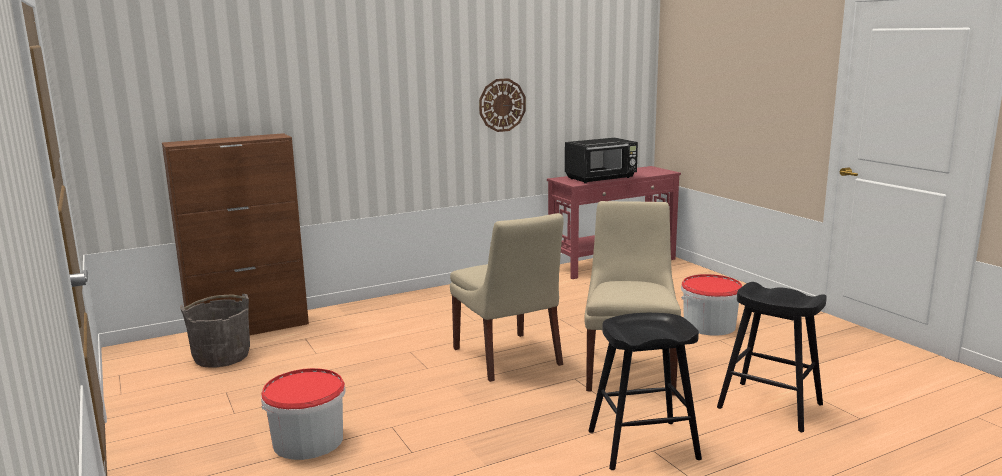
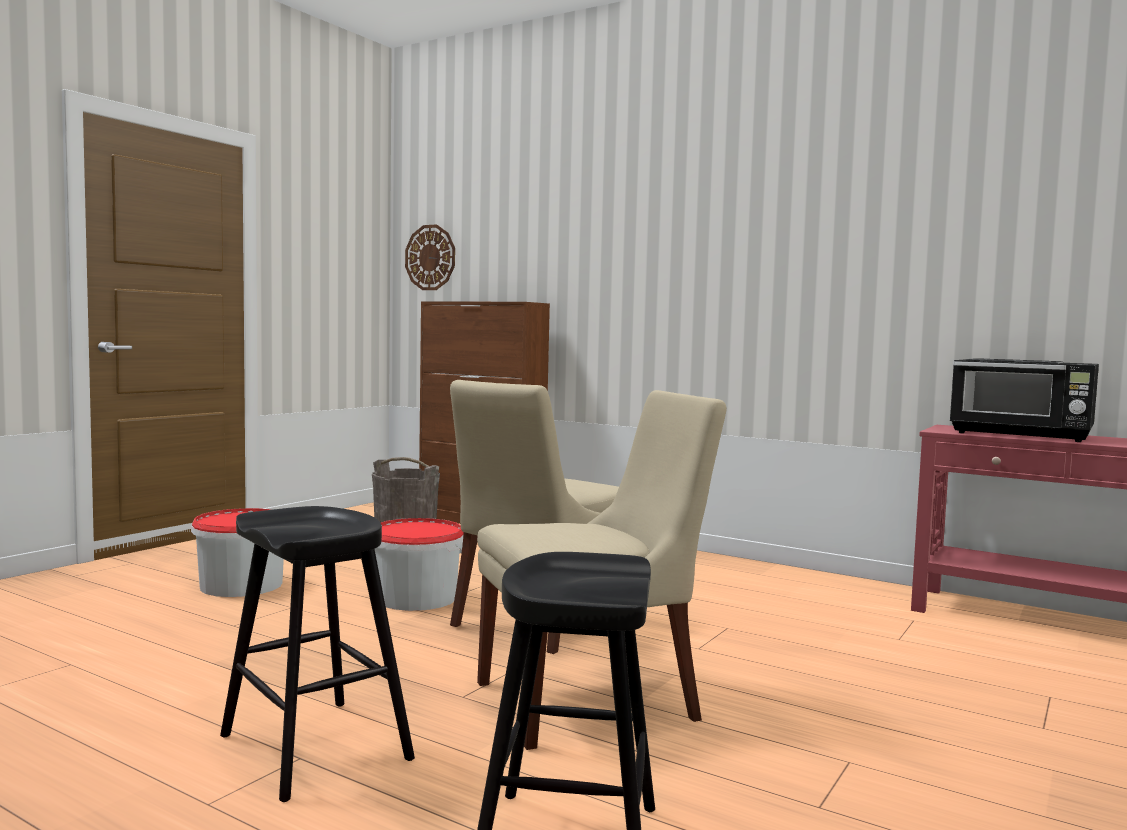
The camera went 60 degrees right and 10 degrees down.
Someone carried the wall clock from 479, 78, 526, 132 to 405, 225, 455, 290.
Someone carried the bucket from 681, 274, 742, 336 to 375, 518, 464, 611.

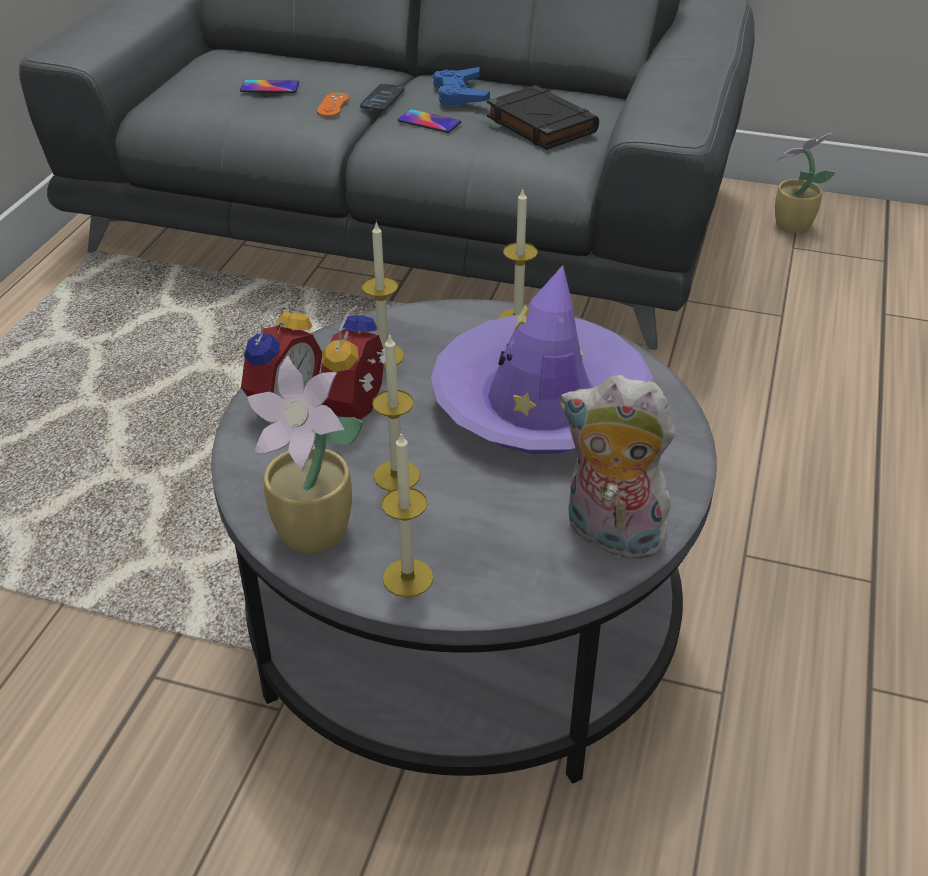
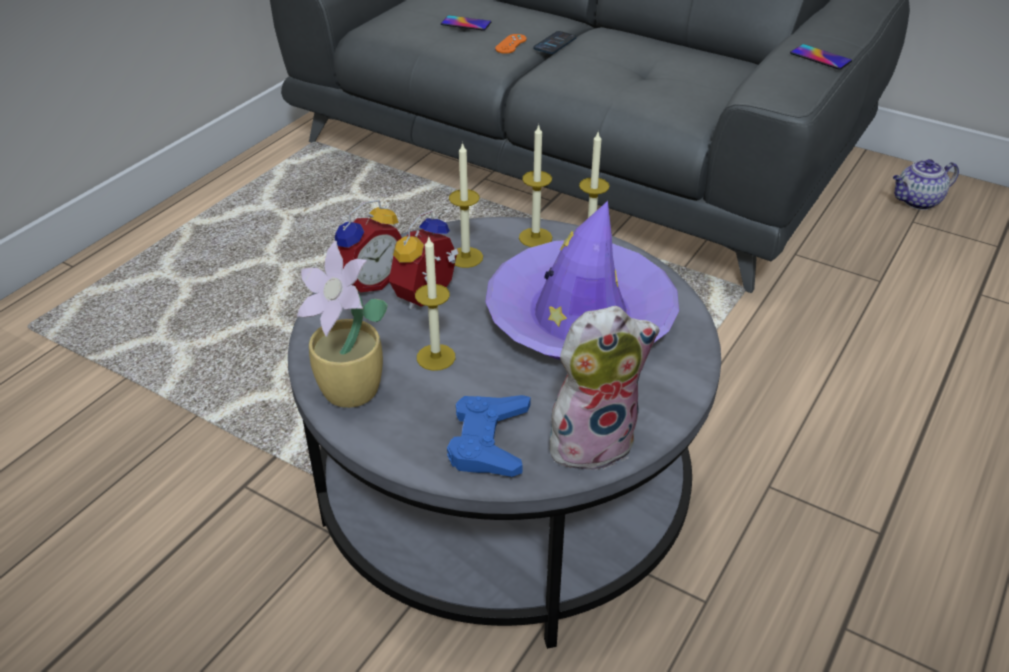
The camera went 15 degrees right and 0 degrees up.
Someone carried the blue game controller from 433, 67, 490, 106 to 447, 395, 531, 477.
Someone took away the black book at 487, 85, 599, 150.
Someone carried the phone from 397, 109, 461, 133 to 790, 44, 852, 70.
Someone swapped the potted plant at 775, 133, 836, 233 for the teapot at 893, 159, 959, 210.
Someone rotated the plush toy at 560, 375, 675, 563 by 120 degrees clockwise.
Someone carried the candle from 382, 432, 434, 597 to 519, 124, 552, 247.

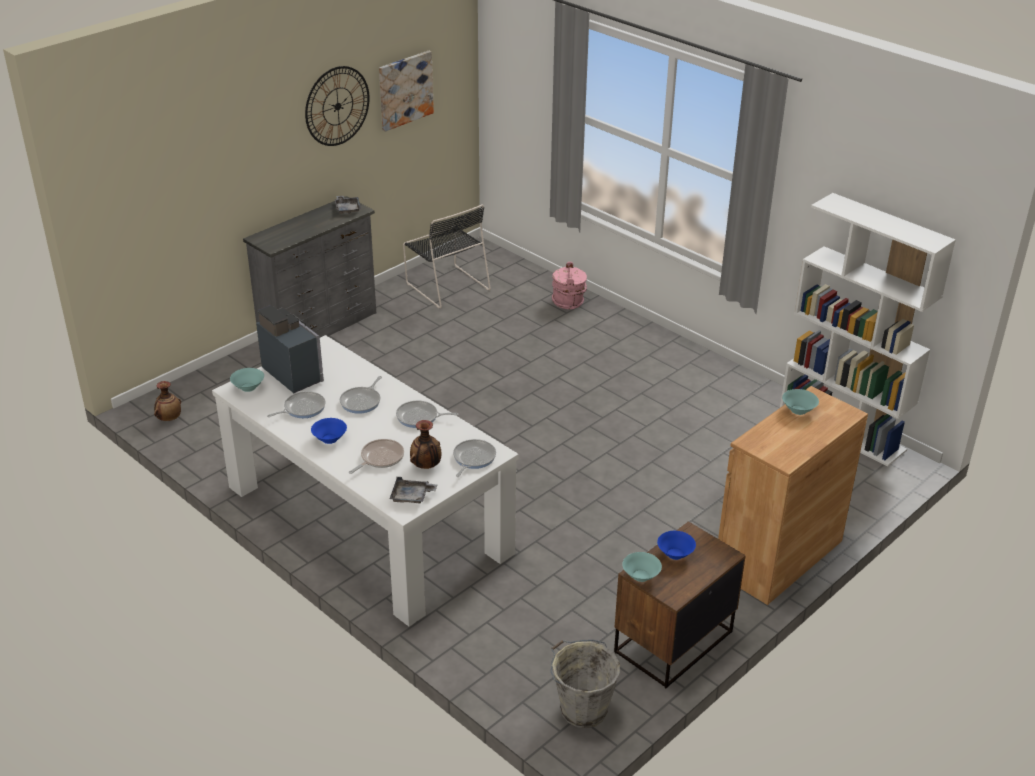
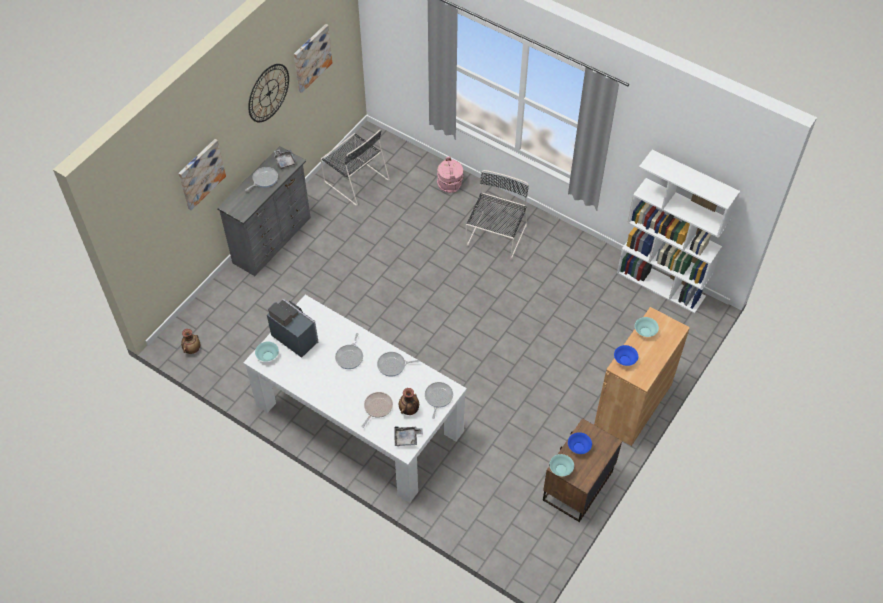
The camera went 10 degrees left and 20 degrees up.
Someone carried the frying pan from 267, 391, 326, 418 to 245, 167, 278, 191.
Someone carried the blue bowl from 311, 418, 347, 444 to 614, 345, 638, 366.
Someone took away the grey bucket at 551, 640, 620, 728.
Someone put up the picture at 178, 139, 226, 210.
Someone put down the black chair at 466, 170, 529, 260.

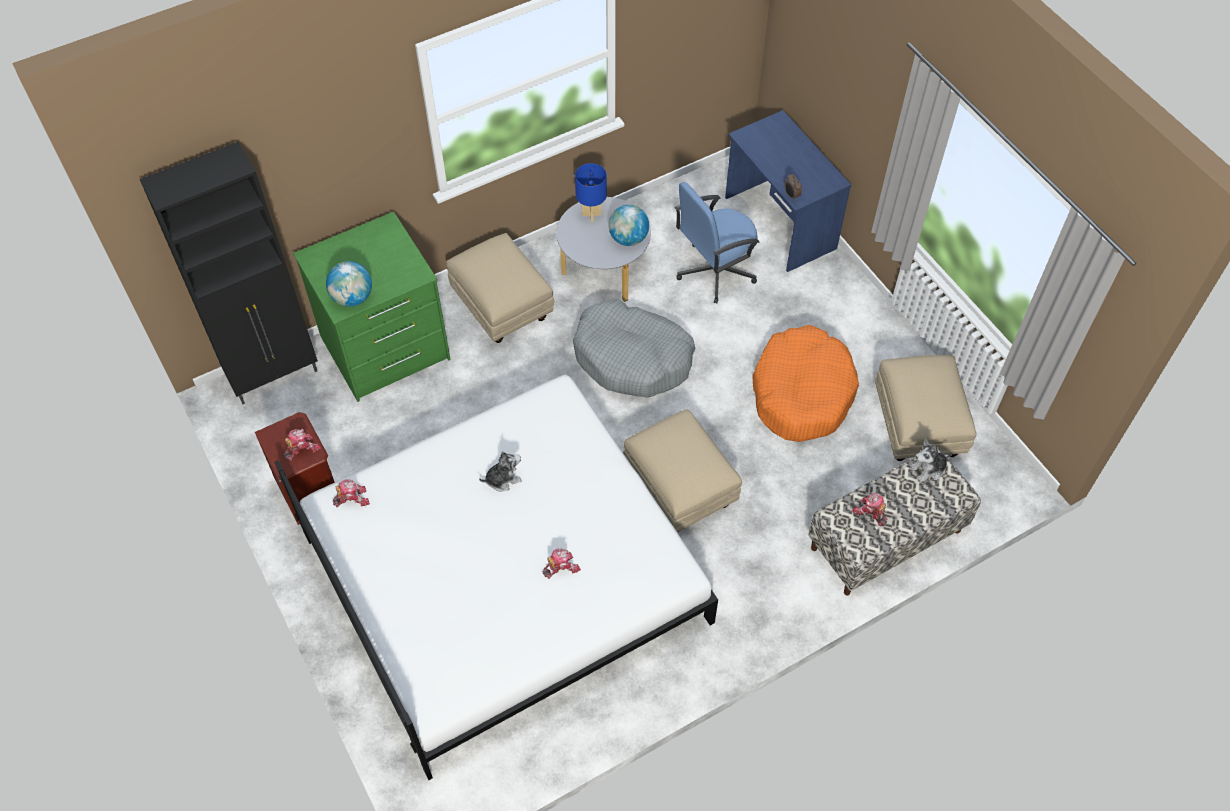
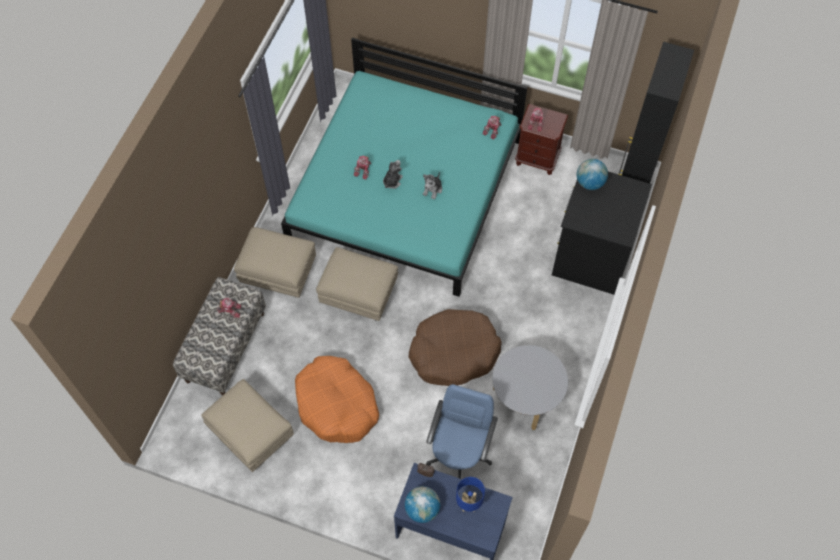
The camera went 140 degrees right and 5 degrees up.
Someone carried the blue table lamp from 575, 163, 607, 222 to 456, 477, 485, 512.
Someone carried the globe from 608, 205, 649, 246 to 405, 486, 440, 523.
Someone repainted the green dresser at 293, 212, 450, 402, which became the black dresser at 552, 172, 652, 295.
Someone carried the beige ottoman from 446, 233, 554, 343 to 234, 227, 316, 298.
Someone repainted the grey dog bed at 573, 300, 695, 398, which became the brown dog bed at 408, 309, 502, 386.
Someone repainted the white bed at 274, 375, 718, 780, which became the turquoise bed at 281, 38, 527, 297.
Someone carried the plush toy from 910, 439, 953, 482 to 383, 160, 403, 189.

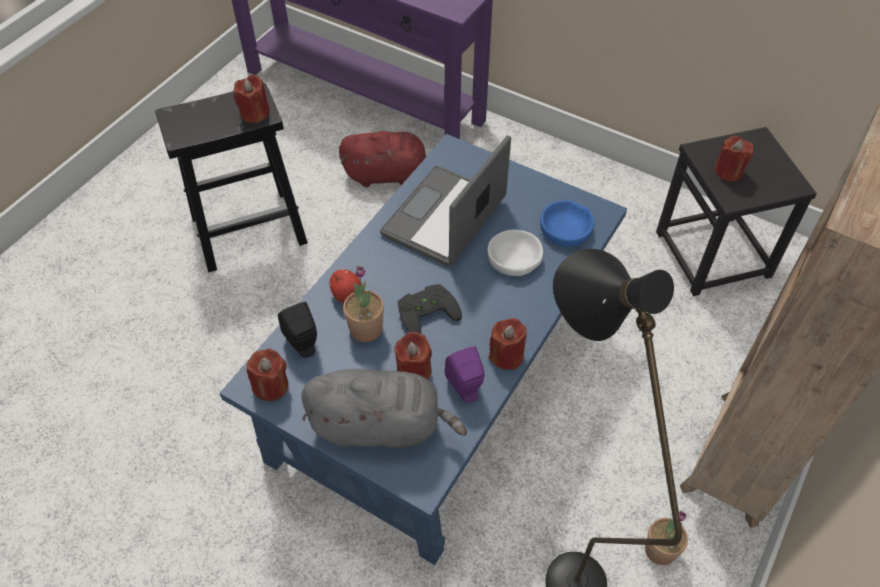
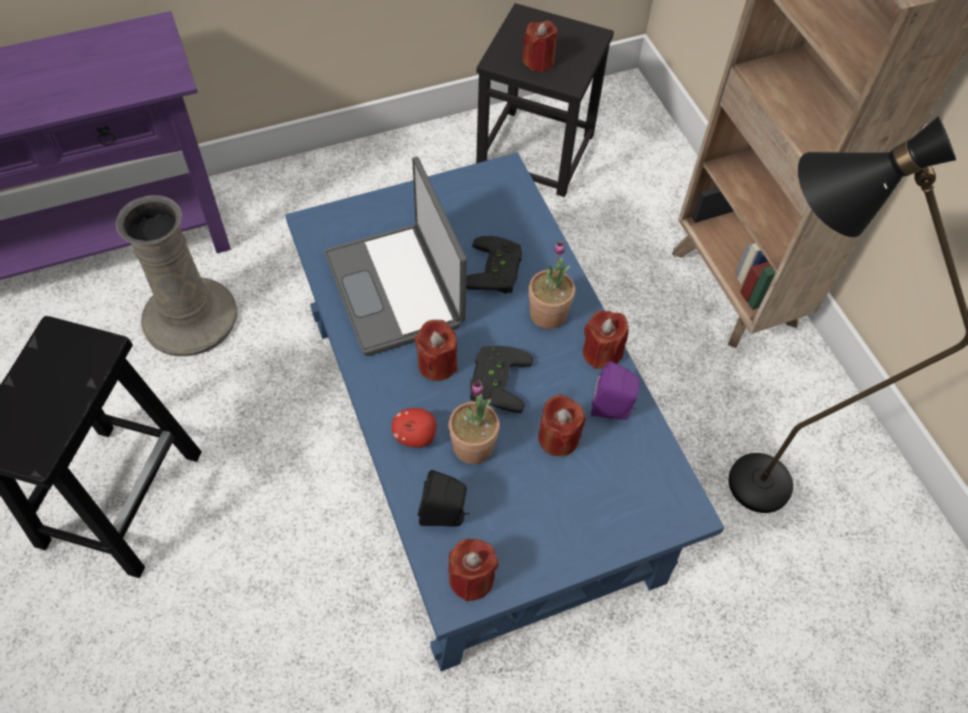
The camera went 55 degrees left and 5 degrees up.
Someone carried the red candle from 234, 75, 270, 123 to 415, 320, 457, 381.
Someone swapped the red plush toy at 339, 131, 427, 187 for the beige vase at 116, 195, 237, 356.
Someone took away the blue bowl at 540, 200, 595, 247.
Someone swapped the white bowl at 488, 230, 543, 276 for the black game controller at 466, 236, 522, 294.
Someone took away the grey plush toy at 301, 369, 467, 449.
Someone carried the potted plant from 645, 511, 688, 565 to 529, 241, 575, 329.

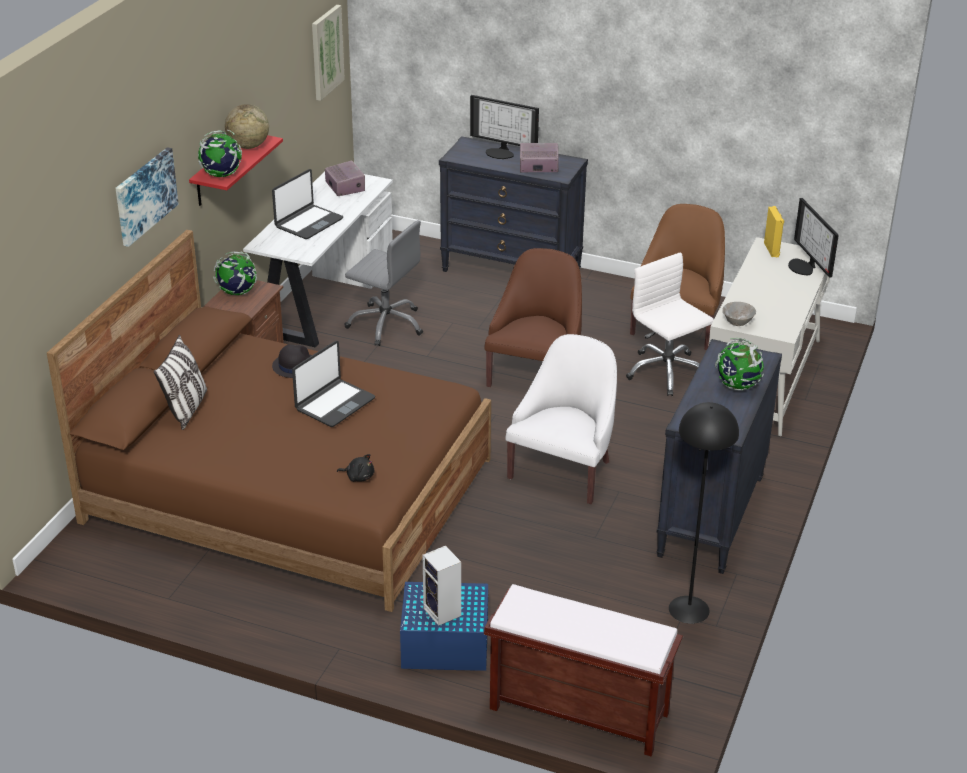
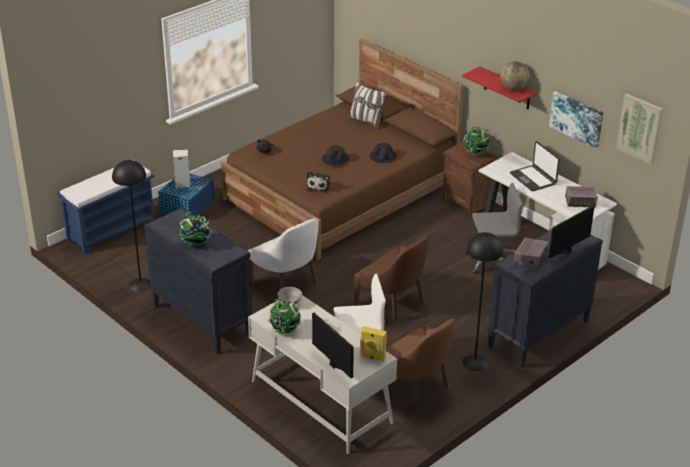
The camera went 115 degrees right and 0 degrees up.
Someone carried the globe from 198, 130, 242, 177 to 268, 298, 302, 334.
Someone carried the picture from 115, 147, 179, 247 to 549, 91, 603, 148.
Someone rotated the monitor at 788, 198, 839, 278 by 45 degrees clockwise.
Someone rotated the grey office chair at 344, 220, 423, 346 by 150 degrees counterclockwise.
Someone swapped the laptop at 292, 341, 375, 427 for the black hat at 322, 145, 349, 166.
Someone repainted the brown bench at 484, 584, 683, 757, which became the blue bench at 57, 160, 155, 254.
Someone put down the plush toy at 306, 171, 330, 192.
Someone put down the black floor lamp at 462, 232, 504, 371.

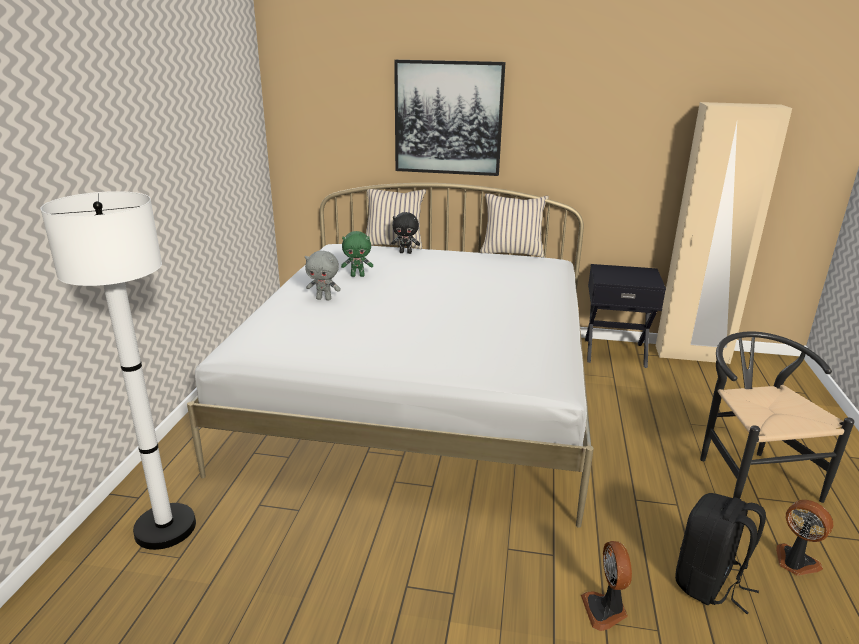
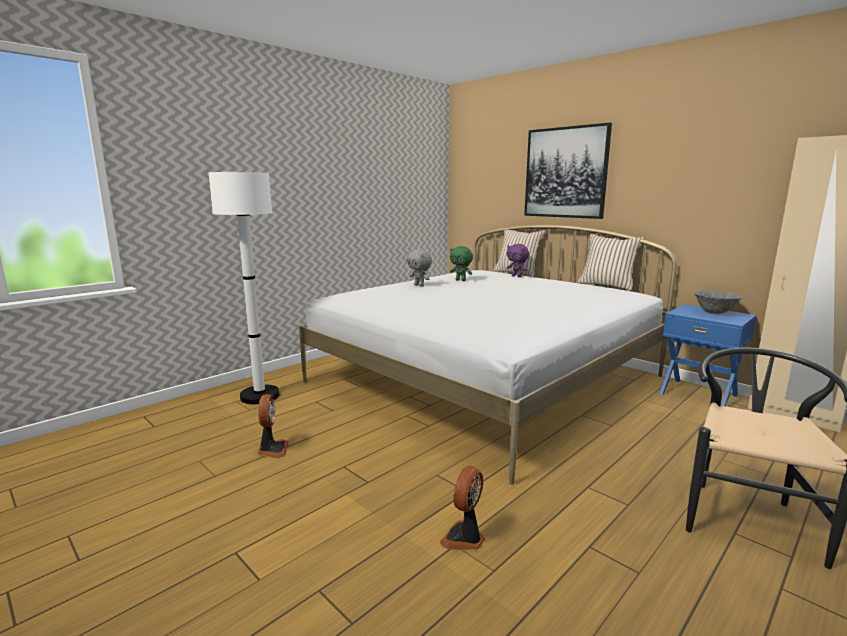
The camera went 35 degrees right and 10 degrees down.
Someone repainted the black plush toy at 391, 212, 420, 254, which became the purple plush toy at 507, 244, 529, 277.
Someone repainted the black nightstand at 585, 264, 666, 368, which became the blue nightstand at 659, 304, 757, 407.
Someone took away the black backpack at 675, 493, 766, 614.
Someone carried the fan from 776, 500, 833, 576 to 257, 394, 289, 458.
Someone put down the grey bowl at 694, 290, 743, 314.

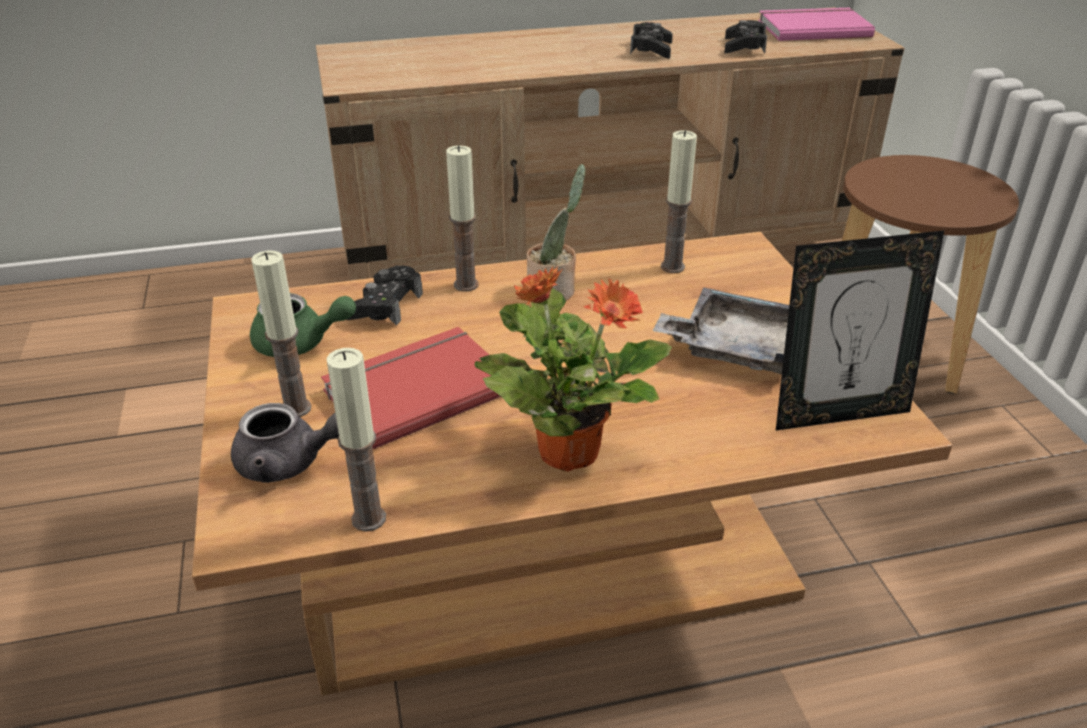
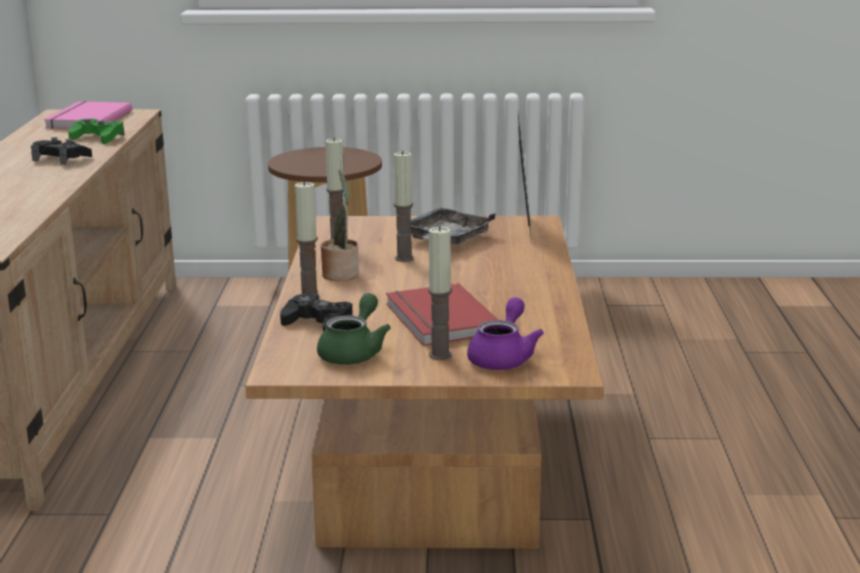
The camera went 75 degrees left and 15 degrees down.
Someone repainted the black game controller at 724, 20, 767, 54, which became the green game controller at 68, 118, 125, 144.
Someone took away the potted plant at 474, 267, 672, 472.
Someone carried the candle from 326, 348, 386, 532 to 394, 151, 414, 262.
Someone repainted the grey teapot at 231, 403, 339, 483, which became the purple teapot at 467, 297, 544, 370.

